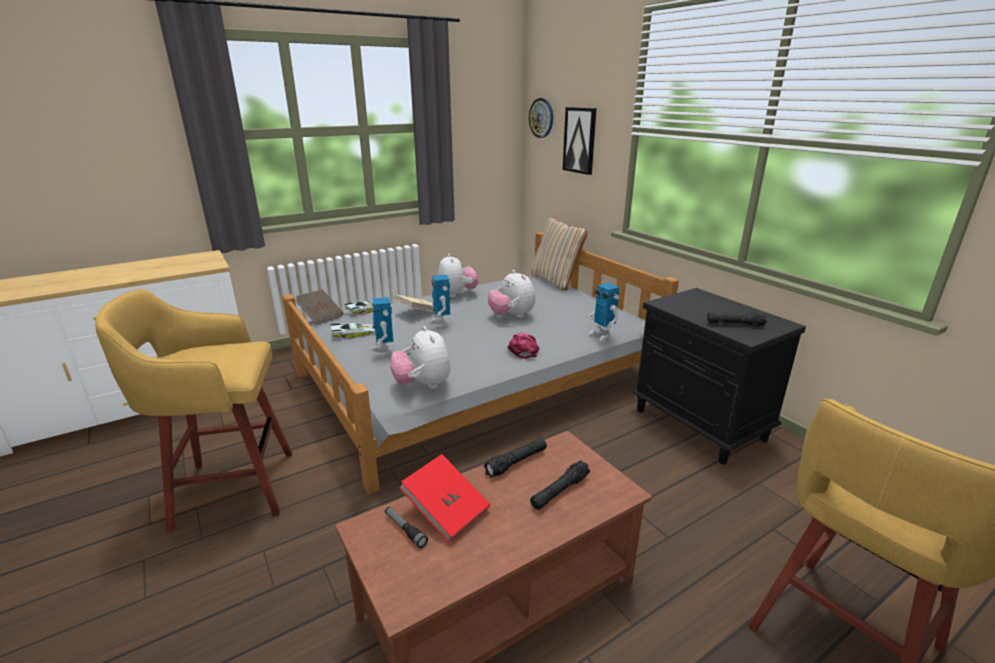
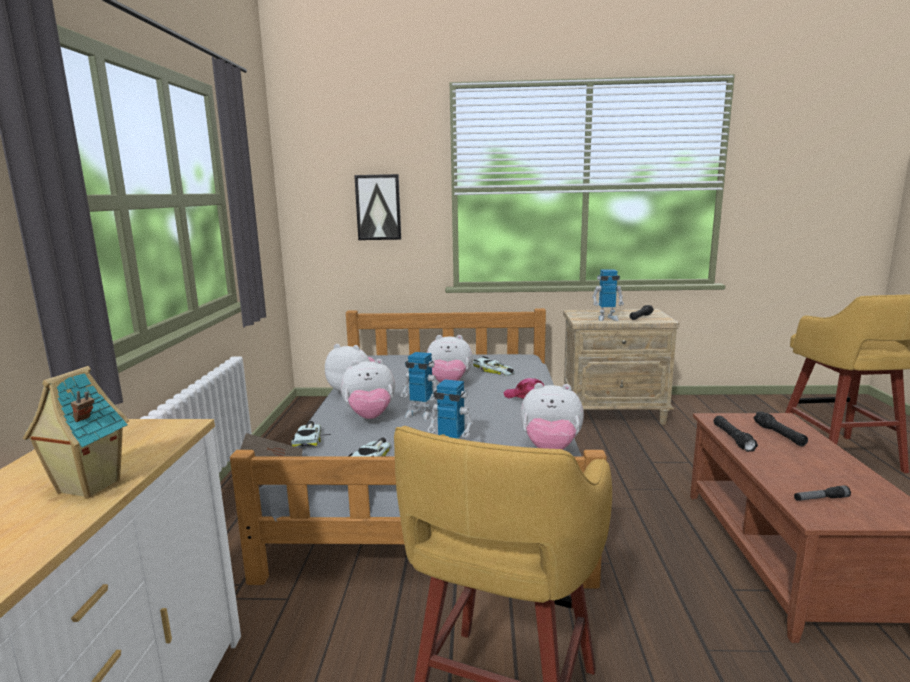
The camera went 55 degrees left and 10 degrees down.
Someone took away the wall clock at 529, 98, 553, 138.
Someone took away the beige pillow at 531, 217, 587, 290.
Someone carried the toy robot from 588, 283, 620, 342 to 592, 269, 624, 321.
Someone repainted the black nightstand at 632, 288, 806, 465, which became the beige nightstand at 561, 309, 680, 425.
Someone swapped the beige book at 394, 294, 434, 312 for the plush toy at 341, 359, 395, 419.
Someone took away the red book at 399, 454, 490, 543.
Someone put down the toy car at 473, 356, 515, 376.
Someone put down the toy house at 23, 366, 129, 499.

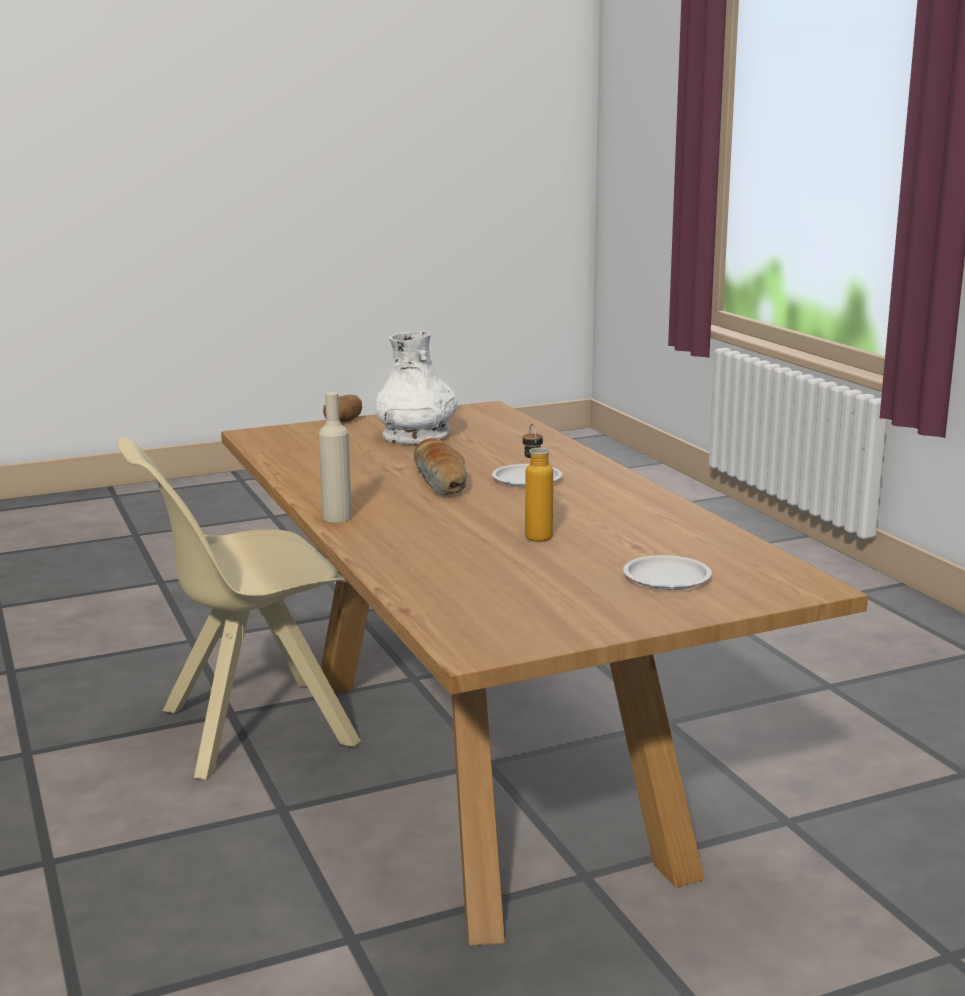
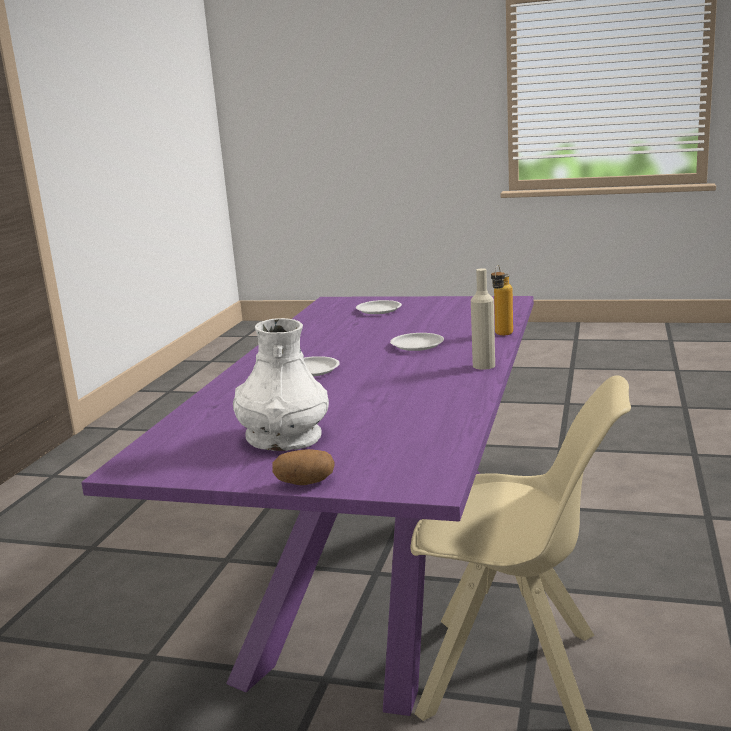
The camera went 140 degrees left and 0 degrees up.
Someone repainted the brown dining table at 221, 401, 868, 945, which became the purple dining table at 81, 296, 534, 716.
Someone carried the bottle from 523, 424, 553, 542 to 491, 265, 513, 335.
Someone took away the bread at 414, 438, 467, 495.
Someone put down the white plate at 390, 333, 444, 351.

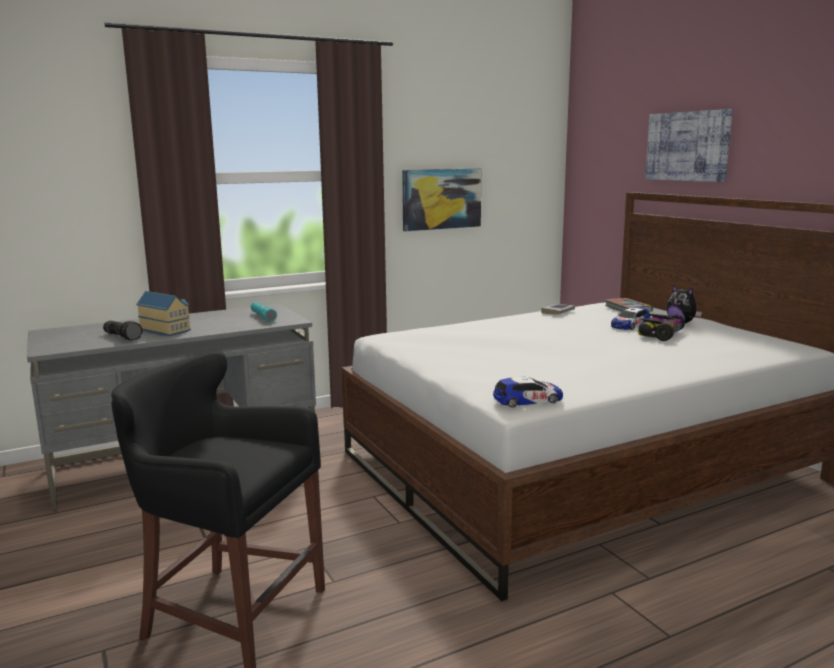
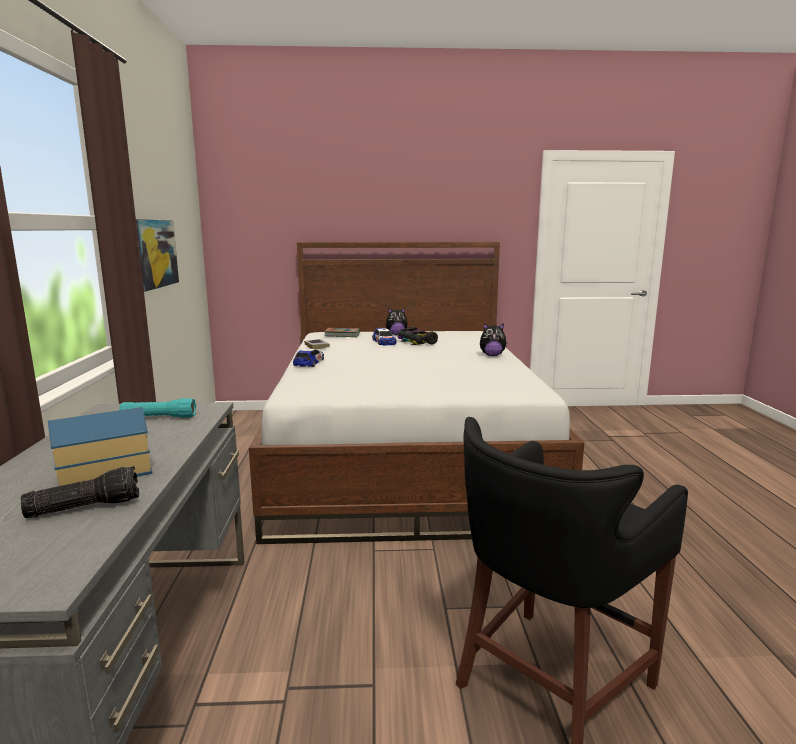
The camera went 65 degrees left and 0 degrees up.
Someone took away the picture at 645, 109, 733, 182.
Someone carried the toy car from 493, 377, 563, 408 to 293, 348, 324, 367.
Someone put down the plush toy at 480, 323, 507, 356.

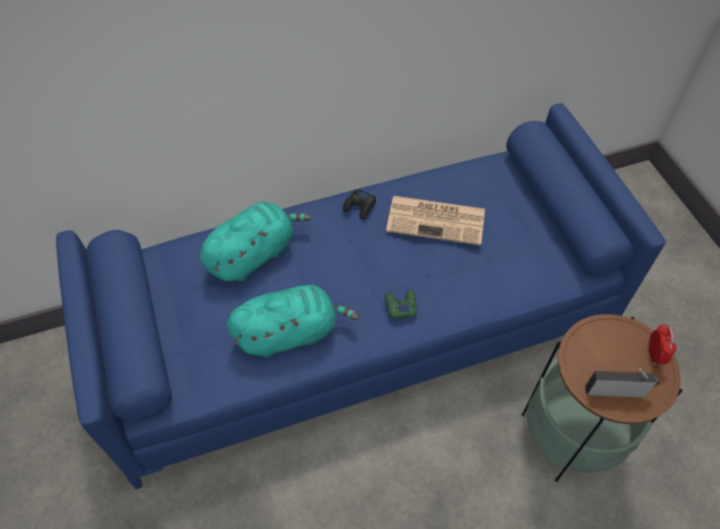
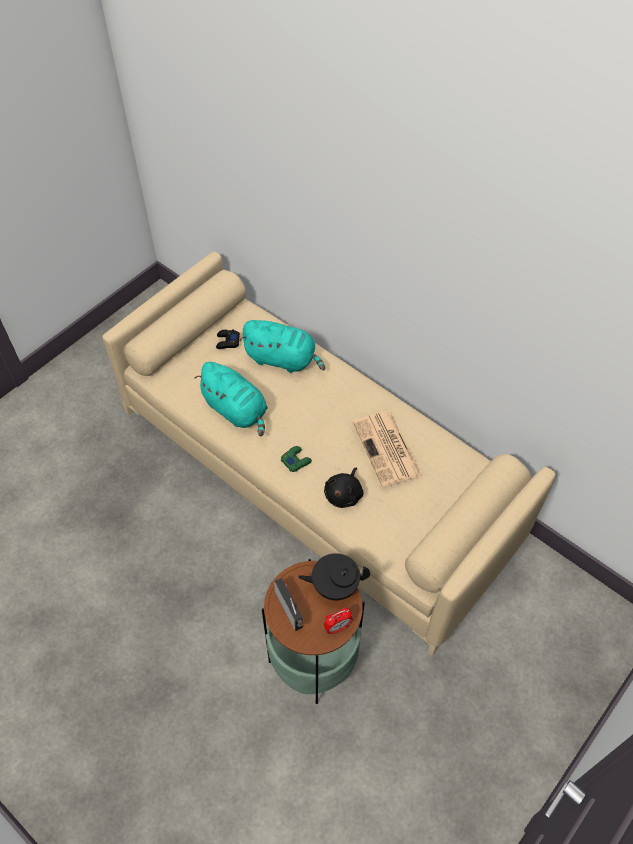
The camera went 60 degrees right and 0 degrees up.
Someone repainted the blue sofa at 56, 103, 666, 489, which became the beige sofa at 102, 251, 556, 656.
Someone carried the black game controller from 343, 189, 376, 220 to 216, 329, 240, 349.
Someone put down the black plush toy at 324, 468, 364, 508.
Someone put down the black teapot at 298, 553, 370, 600.

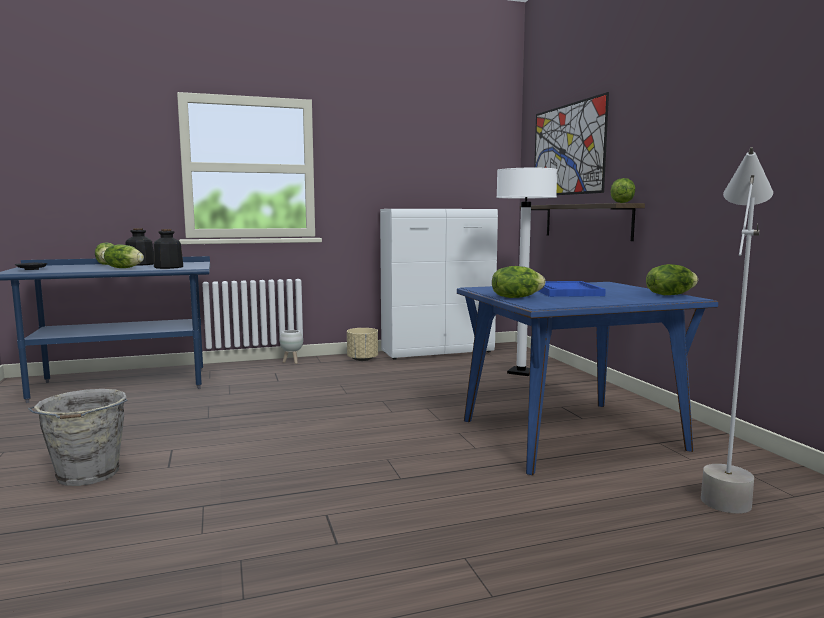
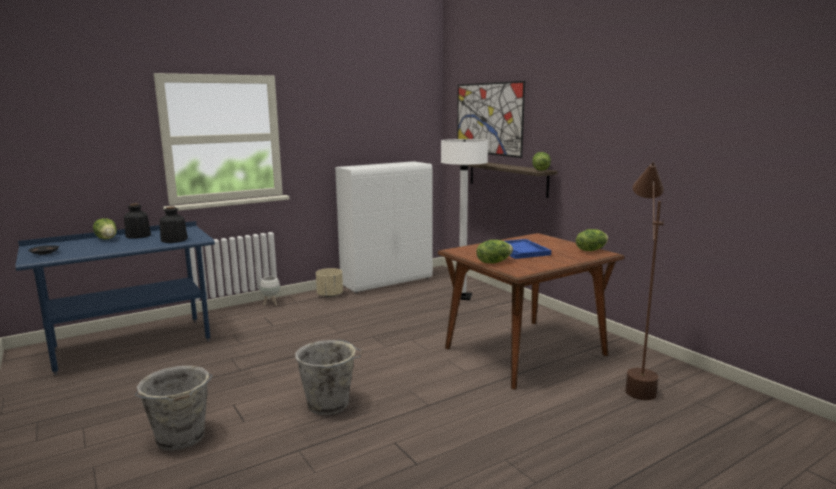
The camera went 15 degrees left and 5 degrees up.
Someone repainted the grey floor lamp at 701, 147, 773, 514, which became the brown floor lamp at 625, 161, 664, 400.
Someone took away the lettuce at 104, 244, 144, 268.
Someone repainted the blue dining table at 457, 282, 718, 475, which became the brown dining table at 438, 233, 625, 389.
Someone put down the grey bucket at 295, 340, 363, 415.

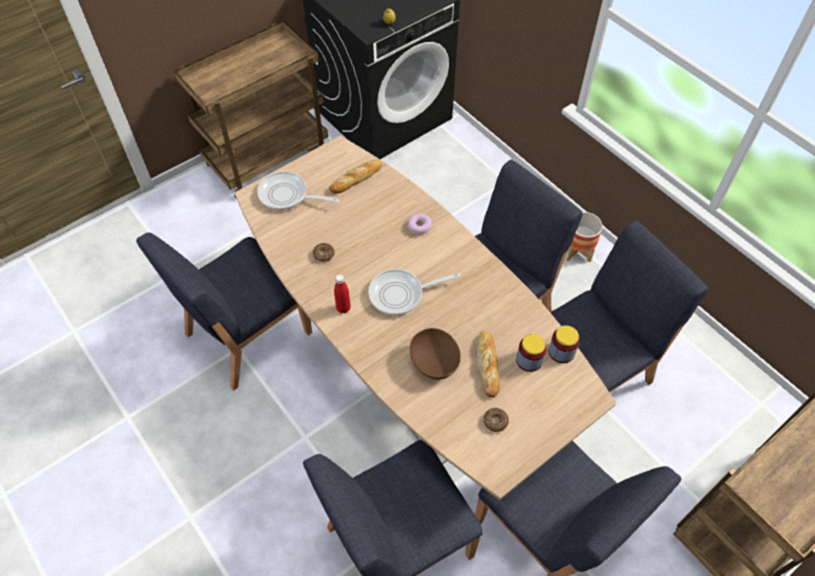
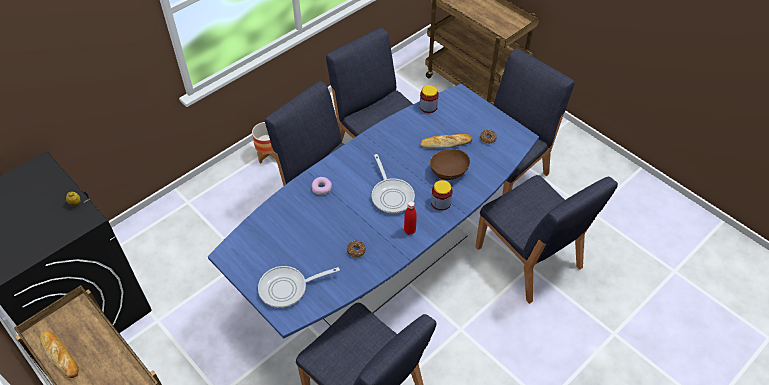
The camera went 95 degrees left and 5 degrees down.
Someone repainted the brown dining table at 235, 136, 616, 500, which became the blue dining table at 208, 84, 539, 338.
Someone carried the bread from 329, 160, 382, 193 to 40, 331, 79, 378.
Someone rotated the frying pan at 257, 171, 340, 210 by 60 degrees clockwise.
Someone carried the jar from 516, 334, 546, 372 to 431, 180, 453, 211.

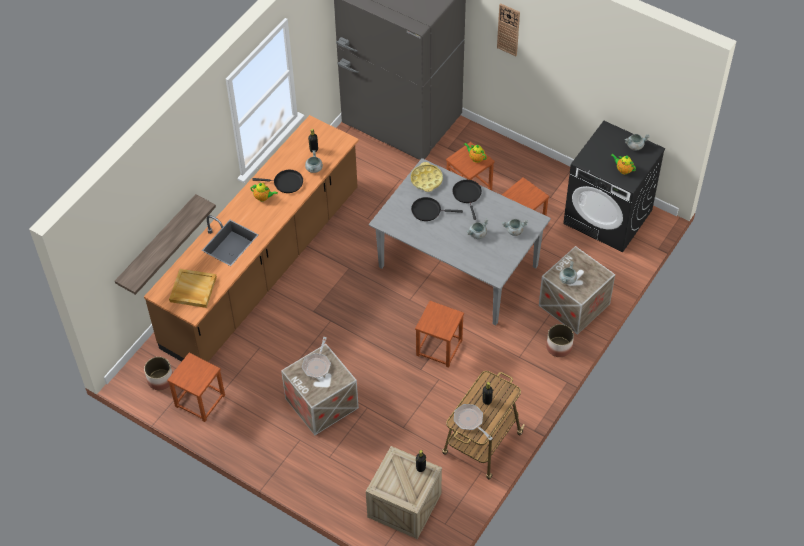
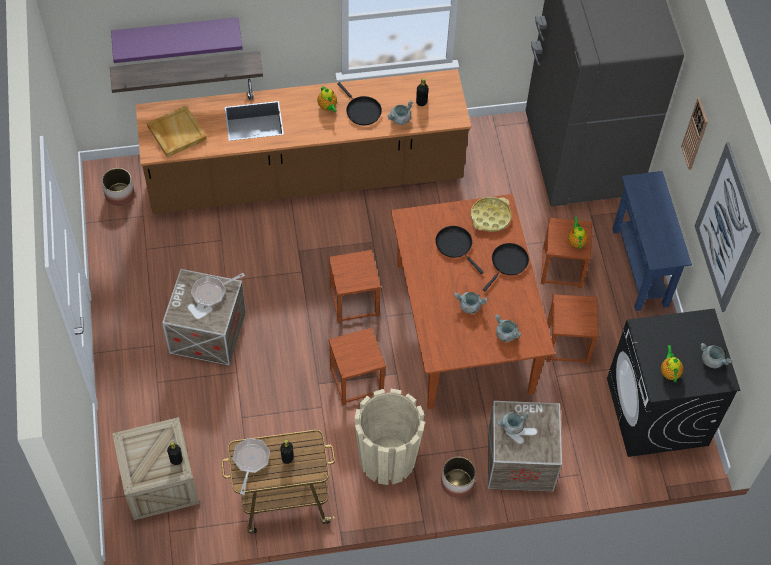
The camera went 45 degrees right and 5 degrees up.
Someone repainted the grey dining table at 369, 158, 551, 326, which became the brown dining table at 391, 194, 555, 409.
Someone carried the brown stool from 167, 353, 225, 422 to 329, 250, 381, 324.
Someone put up the purple shelf at 111, 17, 243, 63.
Someone put up the picture at 695, 142, 761, 312.
Someone put down the blue console table at 612, 171, 692, 311.
Someone put down the beige planter at 354, 389, 425, 485.

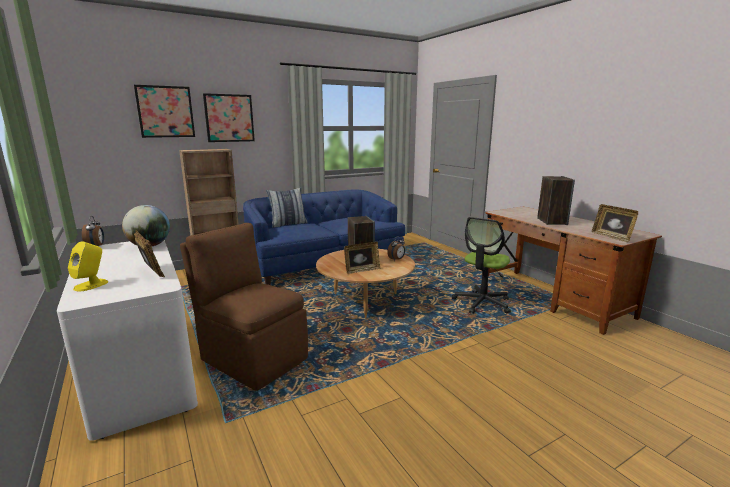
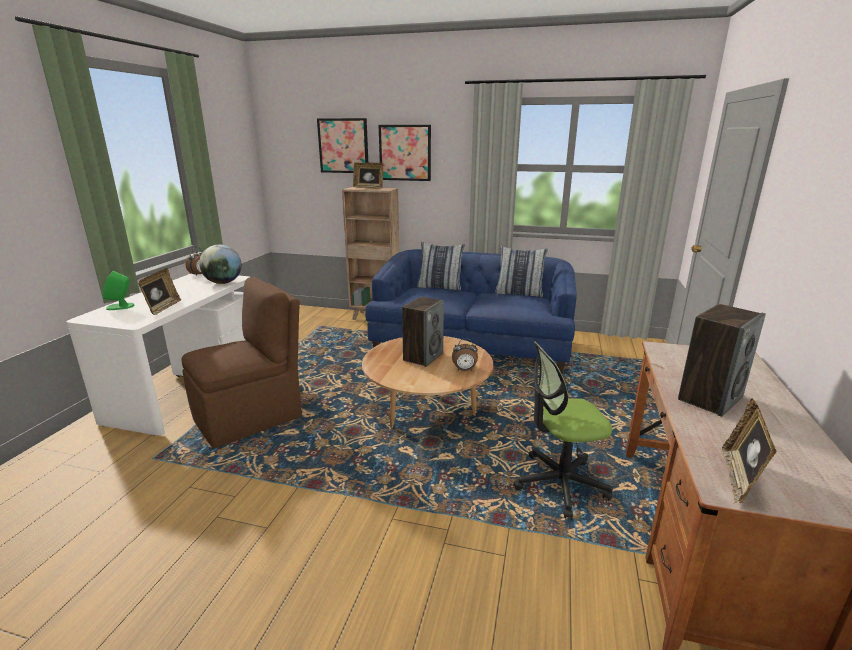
The camera went 45 degrees right and 5 degrees up.
Someone rotated the brown chair at 180, 223, 308, 391 by 60 degrees clockwise.
Someone repainted the yellow speaker at 68, 241, 108, 291, which became the green speaker at 102, 271, 134, 310.
Someone carried the picture frame from 344, 242, 380, 274 to 353, 163, 383, 189.
Someone put down the pillow at 495, 246, 548, 297.

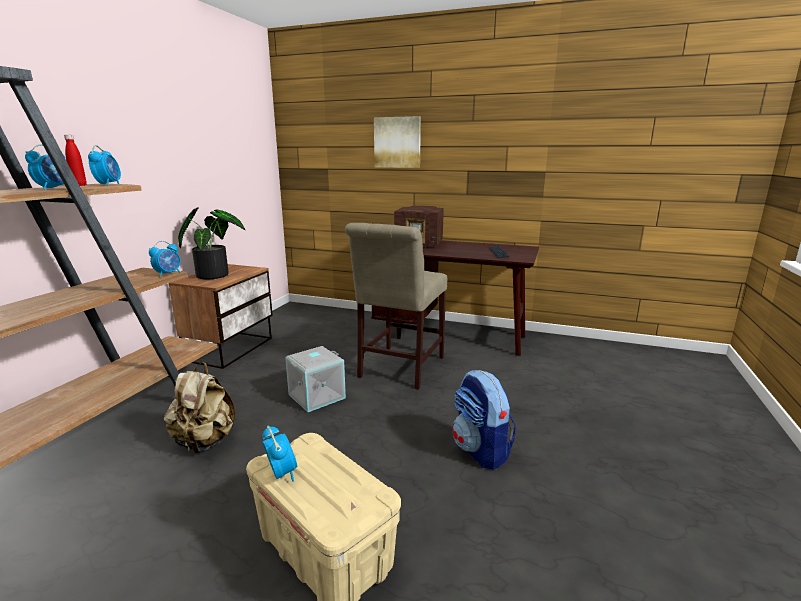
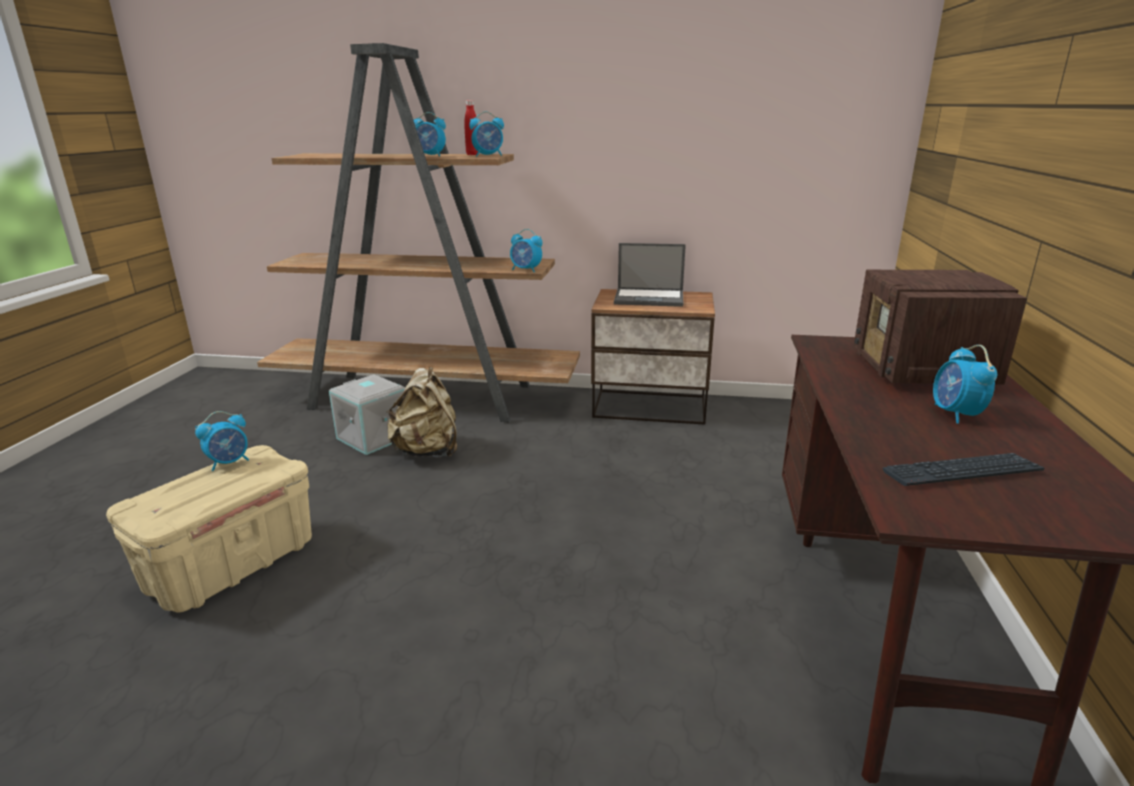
The camera went 80 degrees right and 5 degrees up.
Someone took away the picture at 374, 116, 421, 168.
Someone swapped the potted plant at 178, 207, 245, 279 for the laptop at 614, 243, 686, 307.
Someone took away the beige chair at 345, 223, 447, 390.
Someone carried the grey storage box from 285, 346, 346, 412 to 329, 374, 405, 455.
Someone took away the backpack at 452, 370, 517, 470.
Someone put down the alarm clock at 933, 345, 997, 424.

